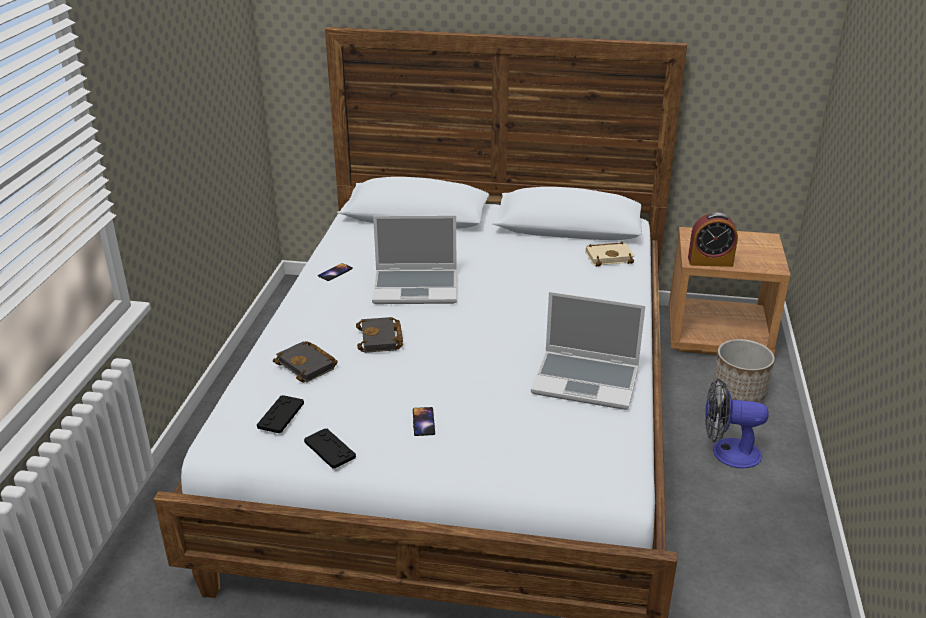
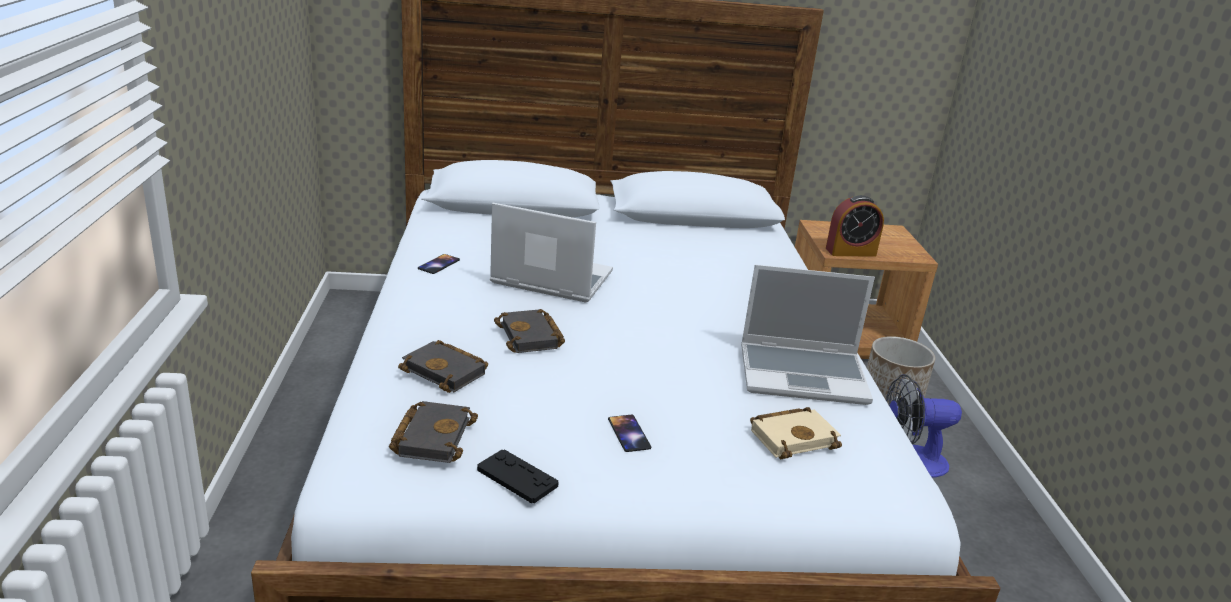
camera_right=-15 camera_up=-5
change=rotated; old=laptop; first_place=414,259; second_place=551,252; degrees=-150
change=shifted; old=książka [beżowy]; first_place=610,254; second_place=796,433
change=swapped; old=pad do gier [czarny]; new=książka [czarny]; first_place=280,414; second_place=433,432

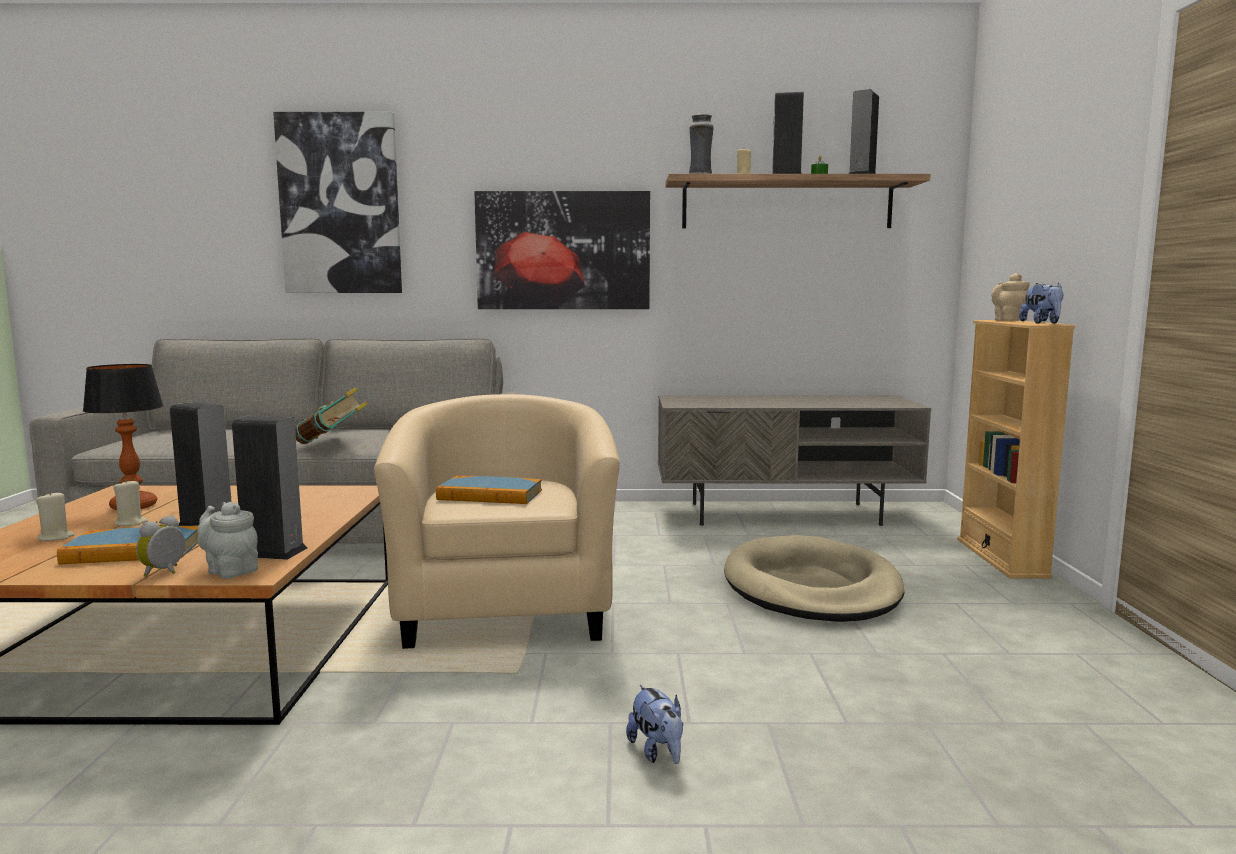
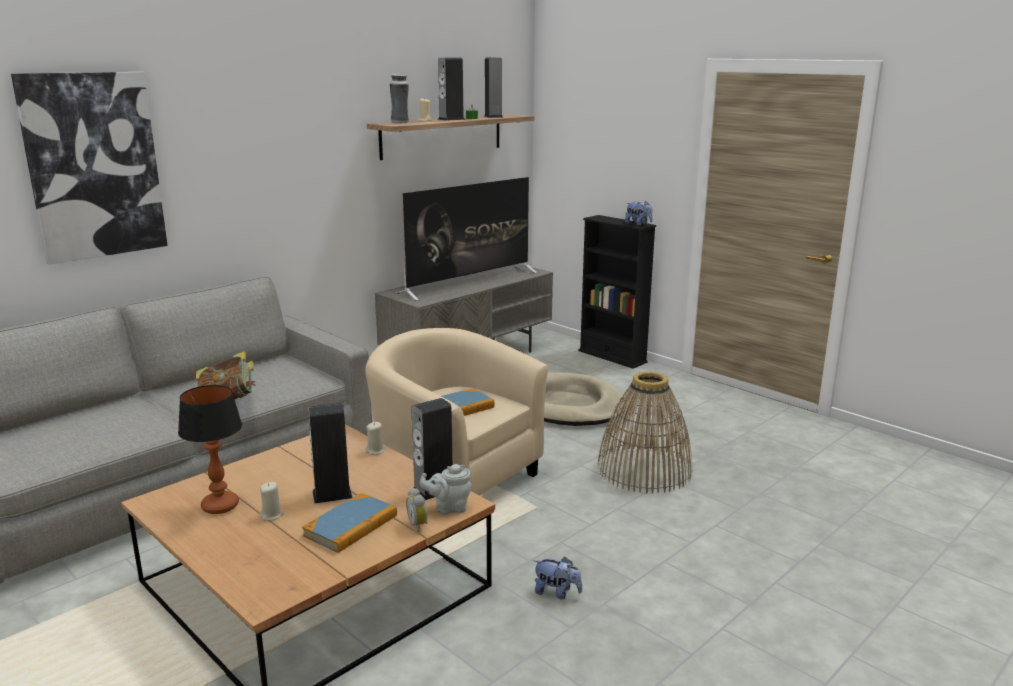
camera_right=-45 camera_up=10
change=gone; old=obraz; first_place=562,250
change=gone; old=imbryk [beżowy]; first_place=1010,297
change=repainted; old=regał [beżowy]; new=regał [czarny]; first_place=1016,449; second_place=617,292
change=shifted; old=świeca [beżowy]; first_place=55,516; second_place=376,438
change=shifted; old=pluszak; first_place=654,724; second_place=557,578
change=new; new=telewizor; second_place=466,239
change=new; new=koszyk; second_place=645,433

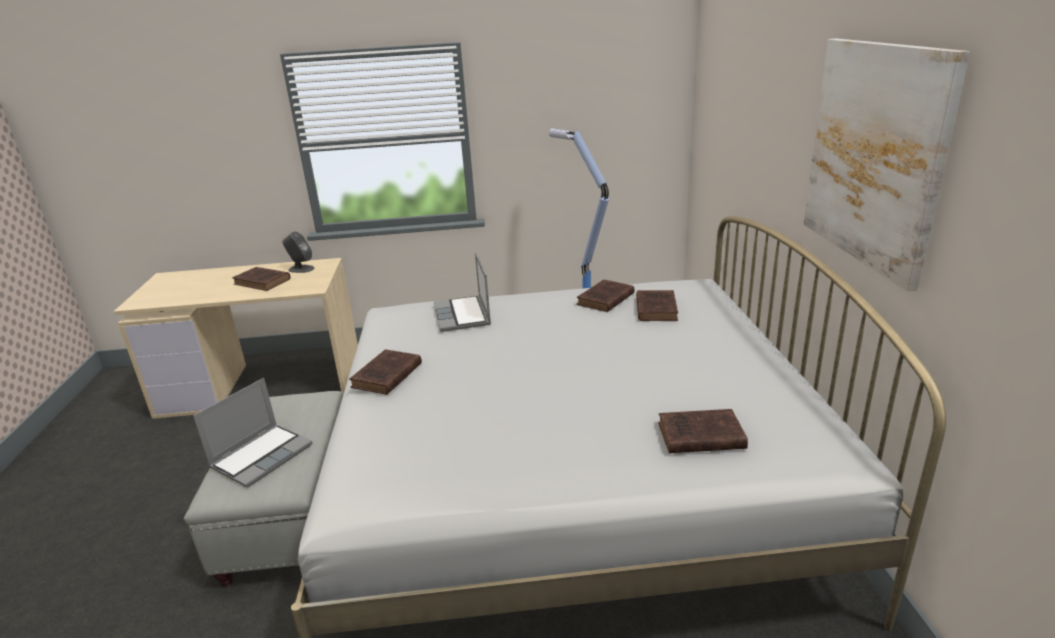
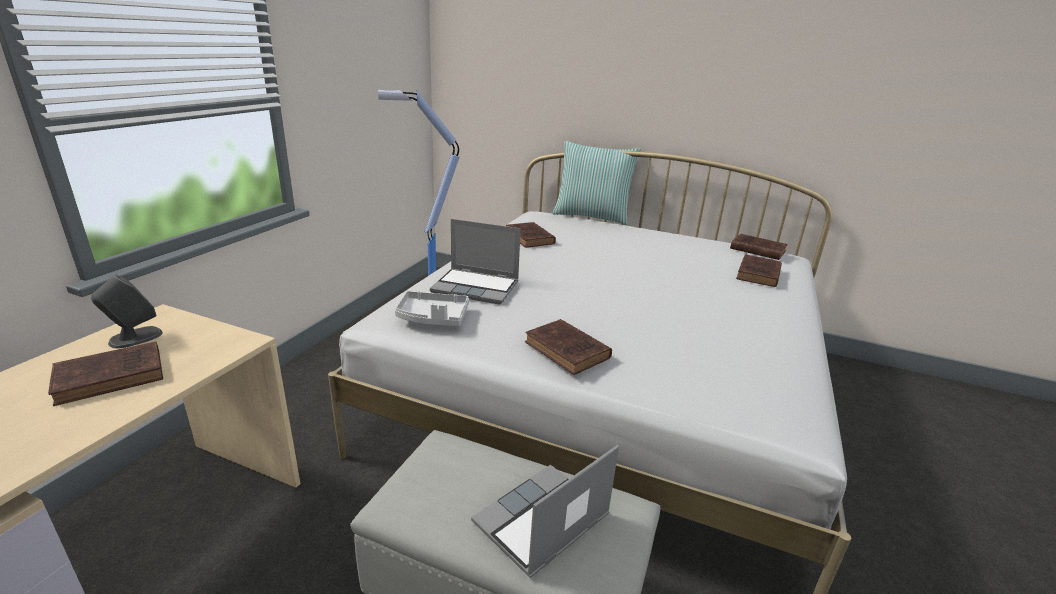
camera_right=-65 camera_up=0
change=gone; old=obraz; first_place=887,165
change=shifted; old=książka [brązowy]; first_place=657,305; second_place=759,247
change=rotated; old=laptop; first_place=253,432; second_place=545,511; degrees=-105
change=new; new=poduszka; second_place=596,183
change=new; new=taca [szary]; second_place=432,308

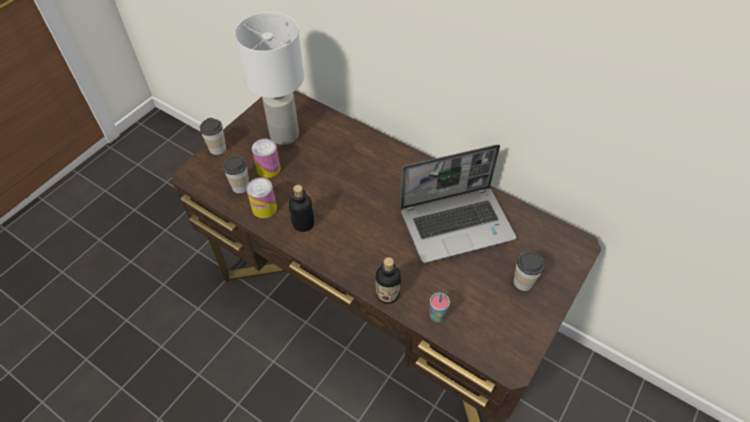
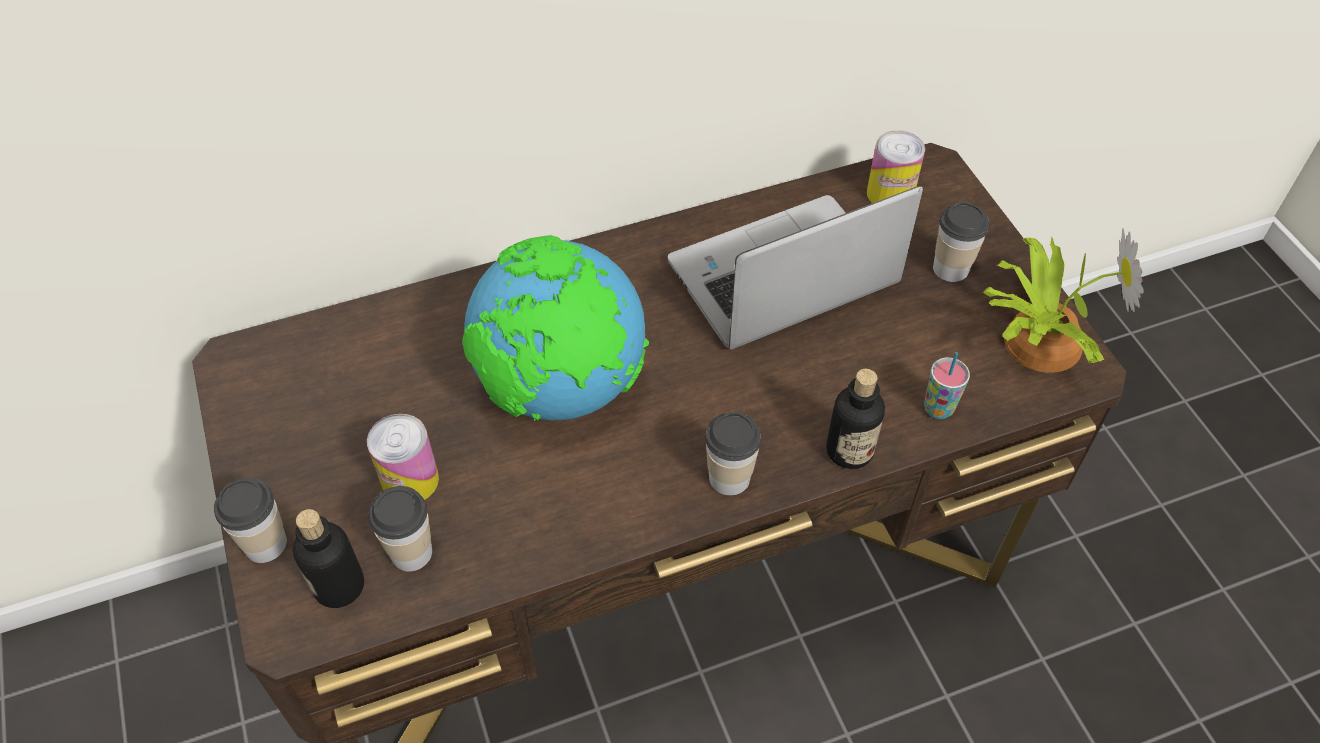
camera_right=-55 camera_up=0
change=gone; old=lampa stołowa [biały]; first_place=269,78
change=rotated; old=laptop; first_place=458,203; second_place=795,268; degrees=-135
change=shifted; old=puszka; first_place=261,198; second_place=896,166
change=shifted; old=butelka; first_place=301,208; second_place=328,558
change=new; new=roślina doniczkowa; second_place=1063,301
change=new; new=globus; second_place=555,328
change=new; new=filiżanka; second_place=733,454

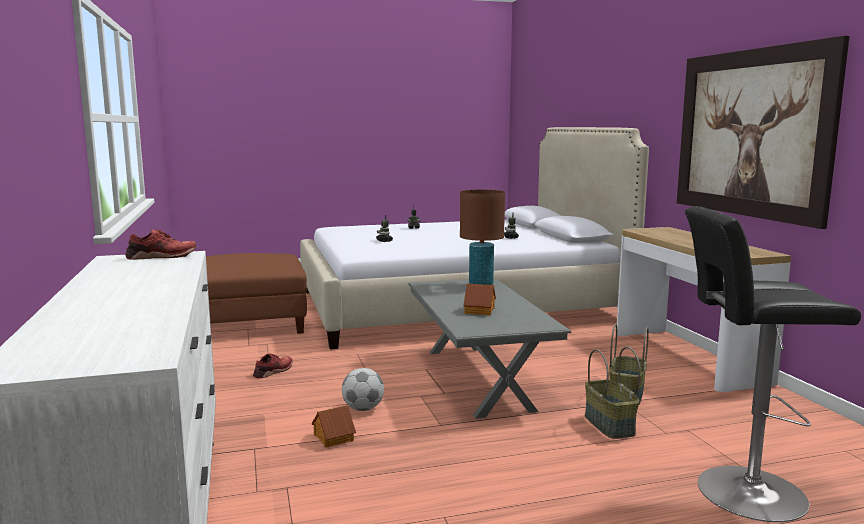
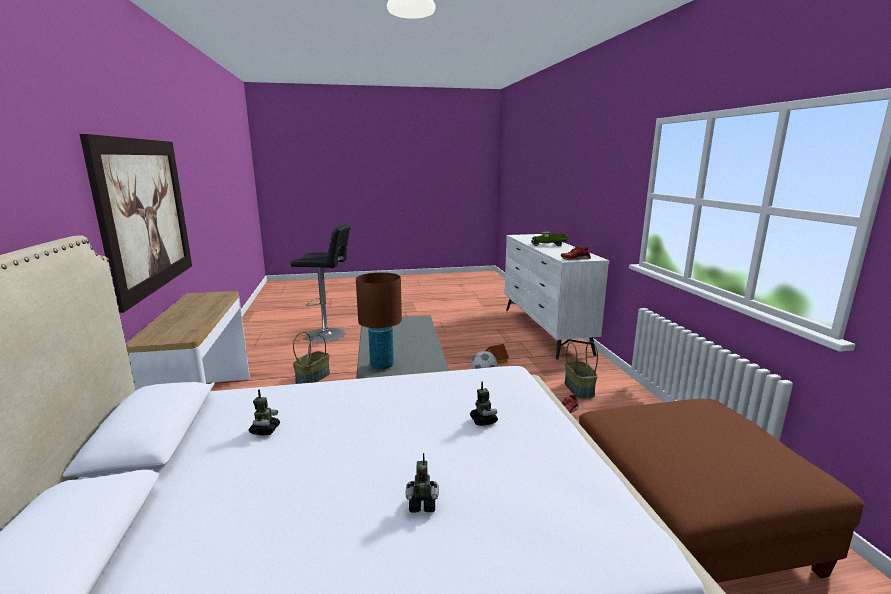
camera_right=-175 camera_up=5
change=gone; old=domek; first_place=479,299
change=shifted; old=koszyk; first_place=612,393; second_place=581,370
change=new; new=ciężarówka zabawkowa; second_place=549,238

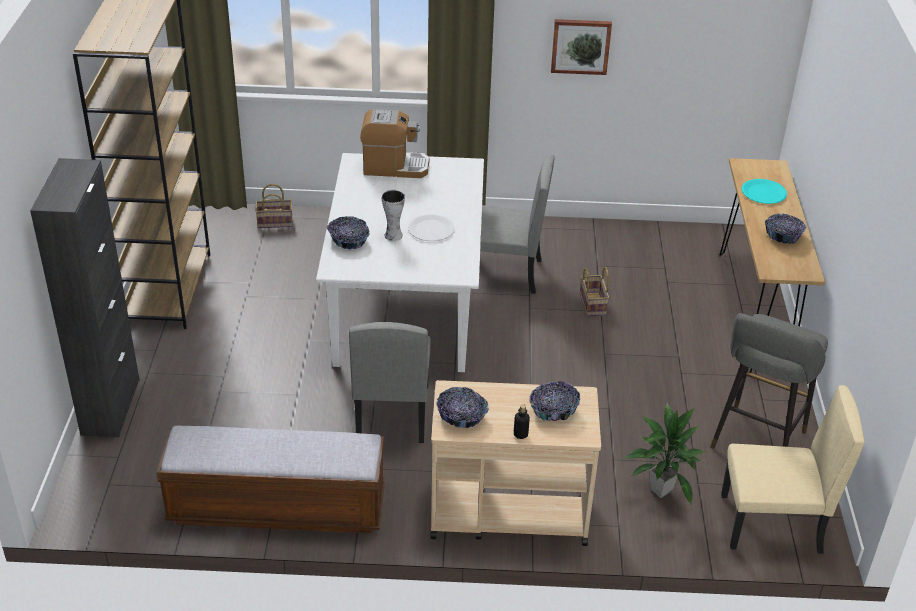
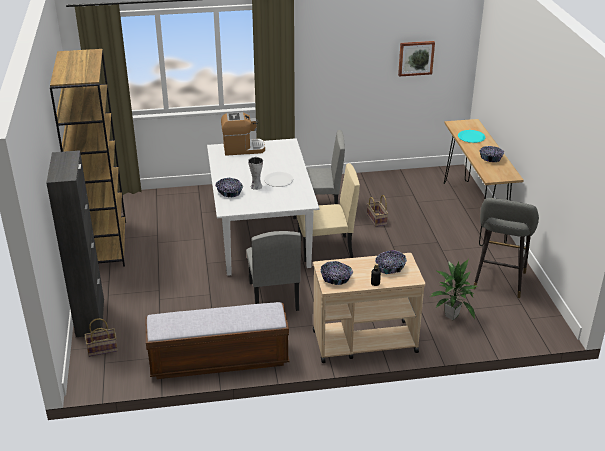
camera_right=-10 camera_up=-5
change=shifted; old=obraz; first_place=581,47; second_place=416,59
change=shifted; old=koszyk; first_place=273,206; second_place=101,337
change=shifted; old=krzesło [beżowy]; first_place=792,469; second_place=328,212

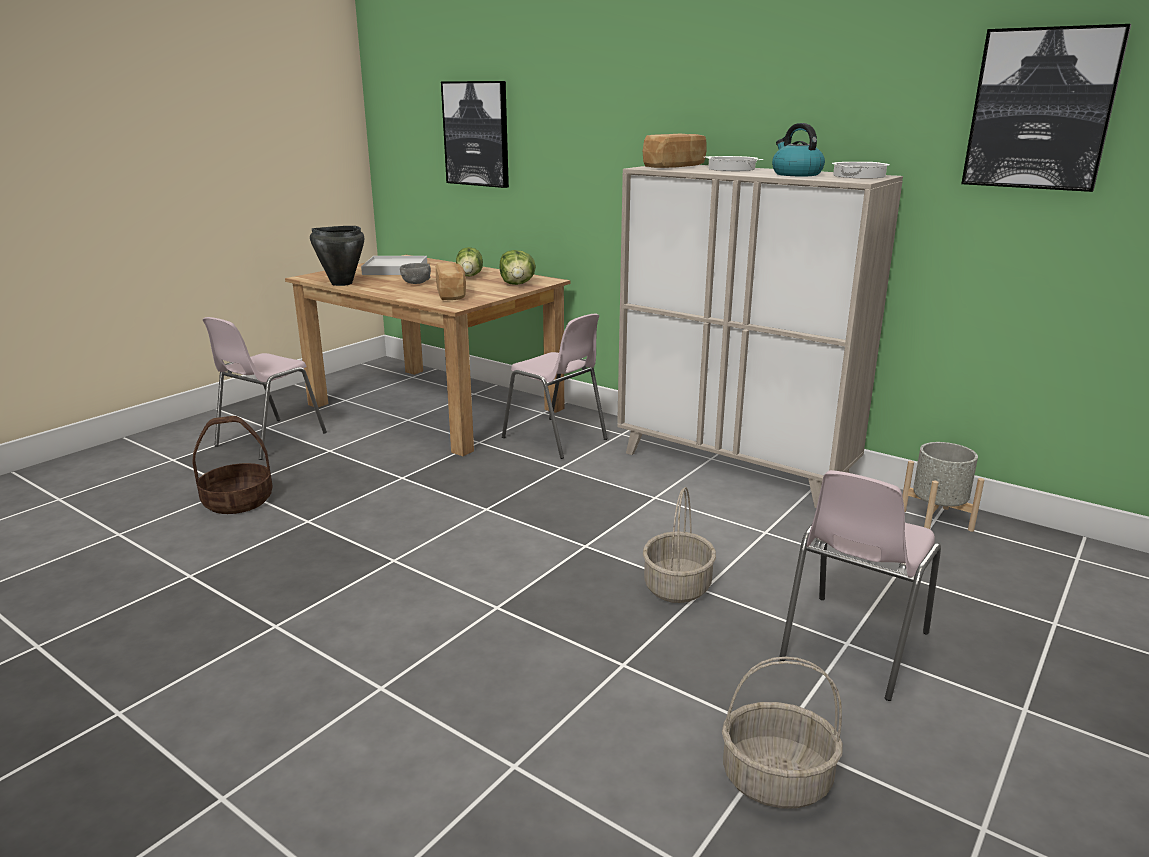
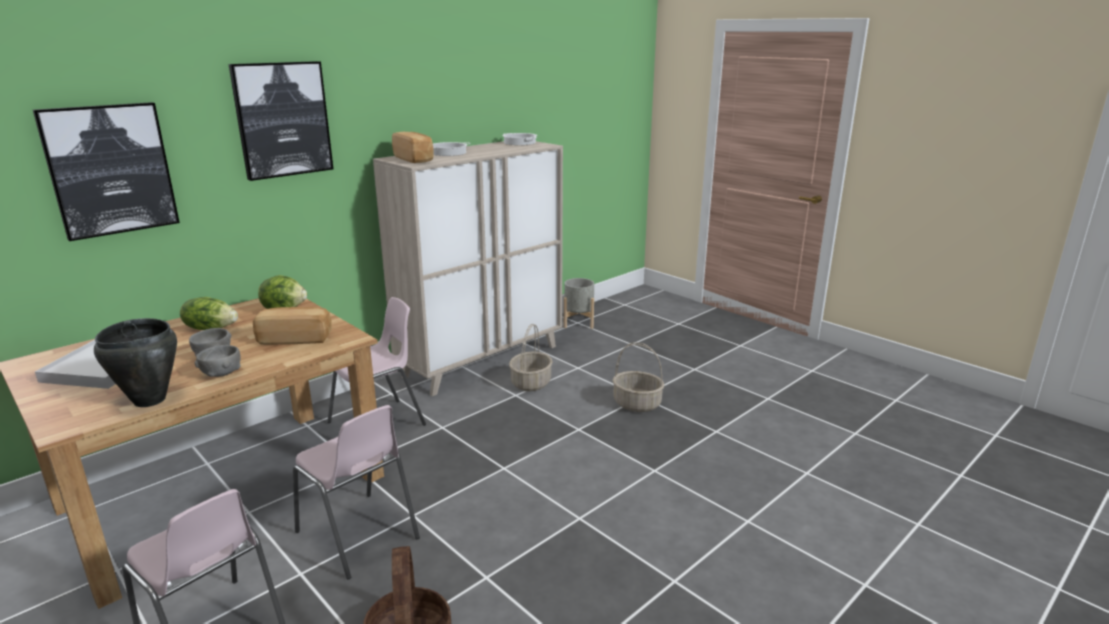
camera_right=-80 camera_up=0
change=shifted; old=obraz; first_place=1046,108; second_place=280,121
change=gone; old=czajnik; first_place=798,149
change=shifted; old=krzesło [różowy]; first_place=860,585; second_place=356,492
change=shifted; old=koszyk; first_place=782,732; second_place=531,357
change=new; new=miska [szary]; second_place=218,361

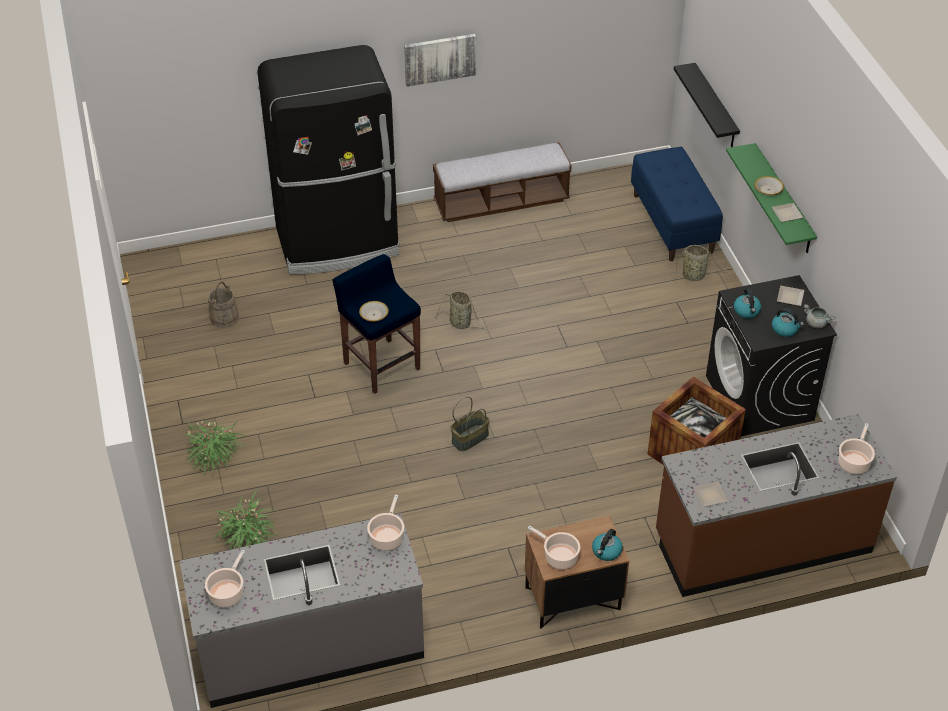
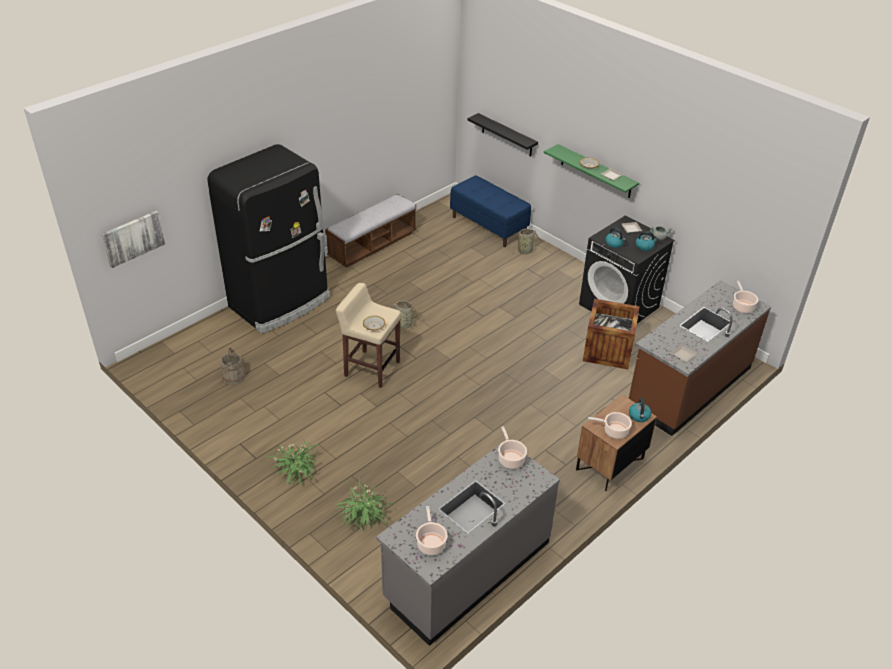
camera_right=-30 camera_up=-5
change=shifted; old=obraz; first_place=440,60; second_place=133,239
change=repainted; old=stołek [niebieski]; new=stołek [beżowy]; first_place=376,324; second_place=368,335
change=gone; old=koszyk; first_place=470,424

